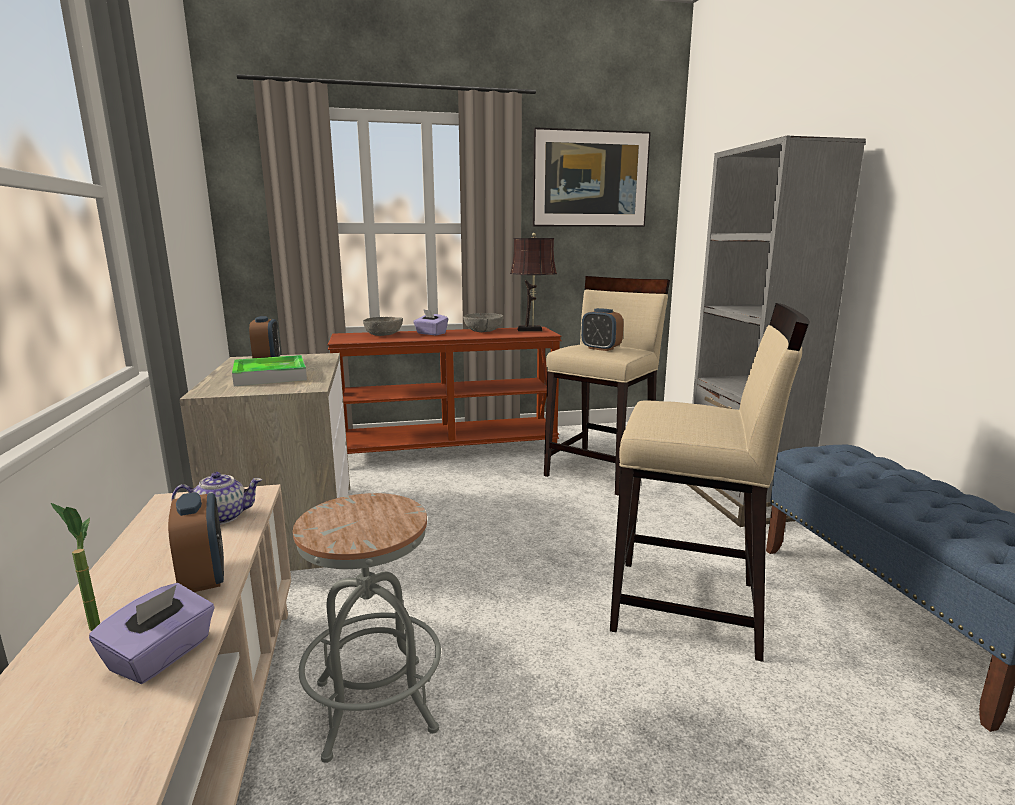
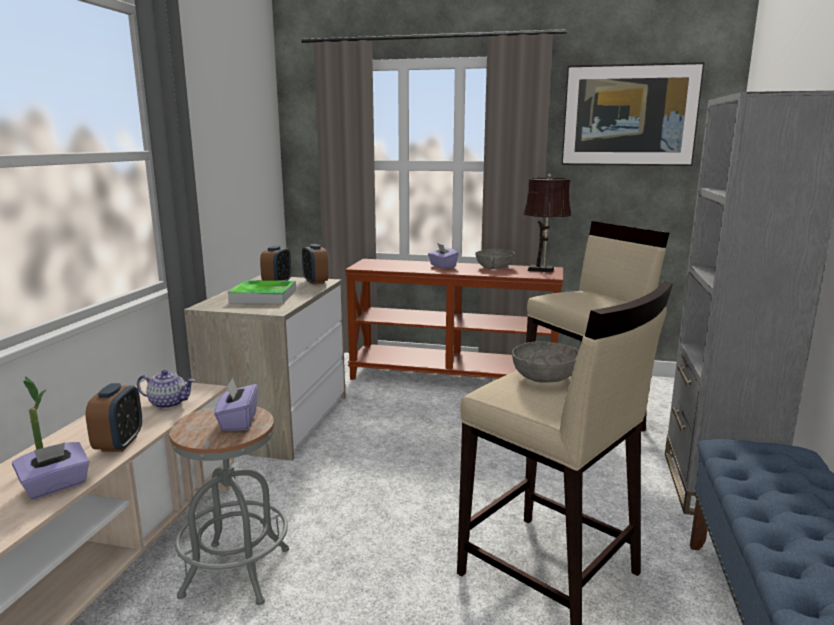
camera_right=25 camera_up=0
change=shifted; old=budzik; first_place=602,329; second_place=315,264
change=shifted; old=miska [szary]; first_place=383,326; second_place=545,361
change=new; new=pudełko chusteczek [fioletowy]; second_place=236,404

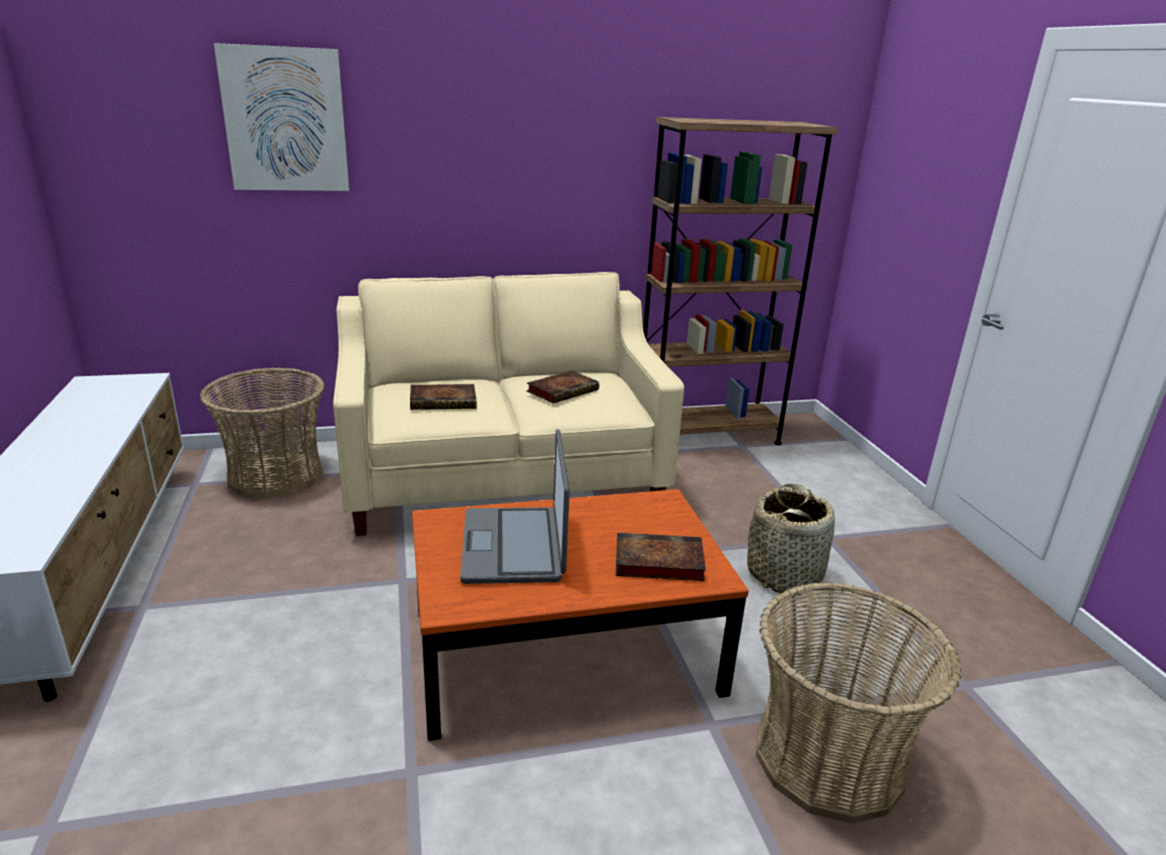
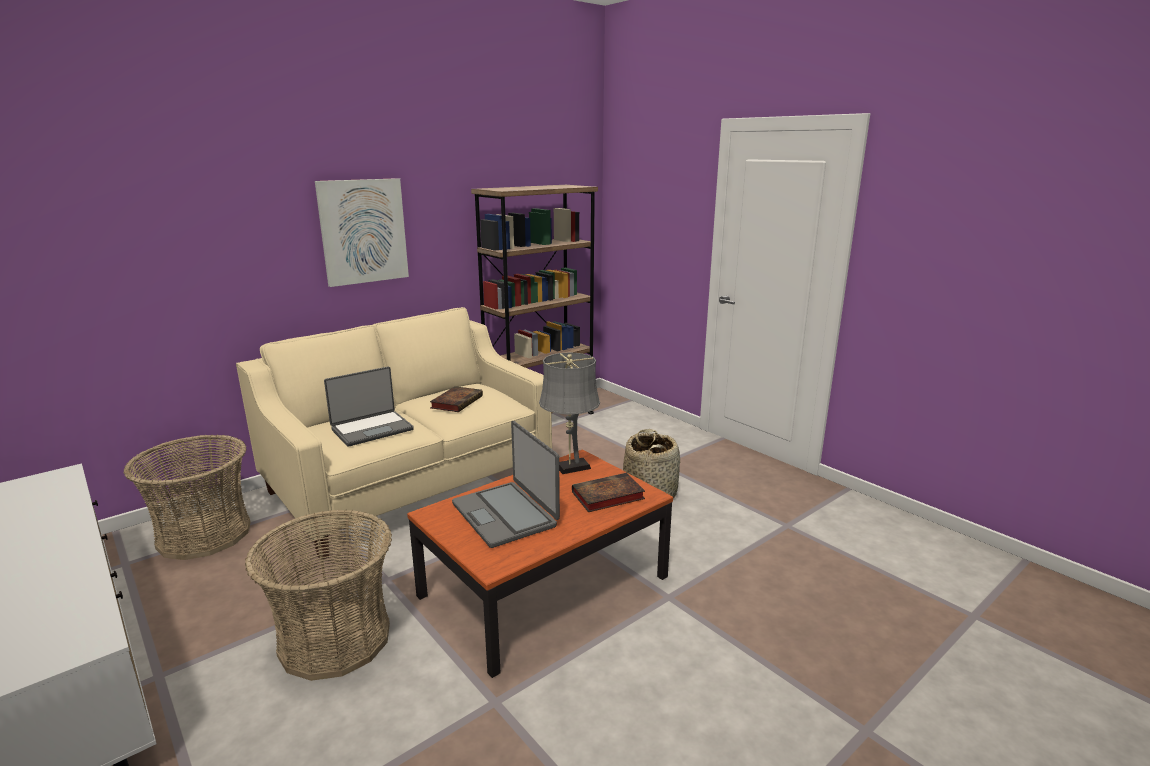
camera_right=-25 camera_up=-5
change=shifted; old=obraz; first_place=281,117; second_place=362,232
change=swapped; old=książka; new=laptop; first_place=443,397; second_place=369,407
change=shifted; old=koszyk; first_place=858,702; second_place=318,595
change=new; new=lampa stołowa [szary]; second_place=569,413

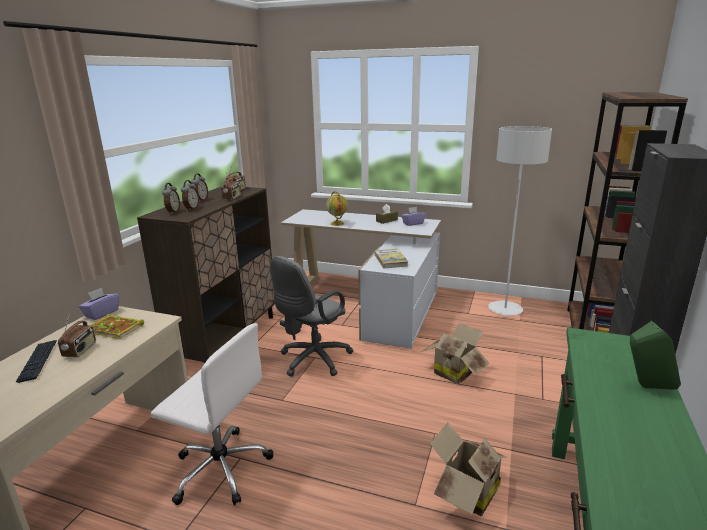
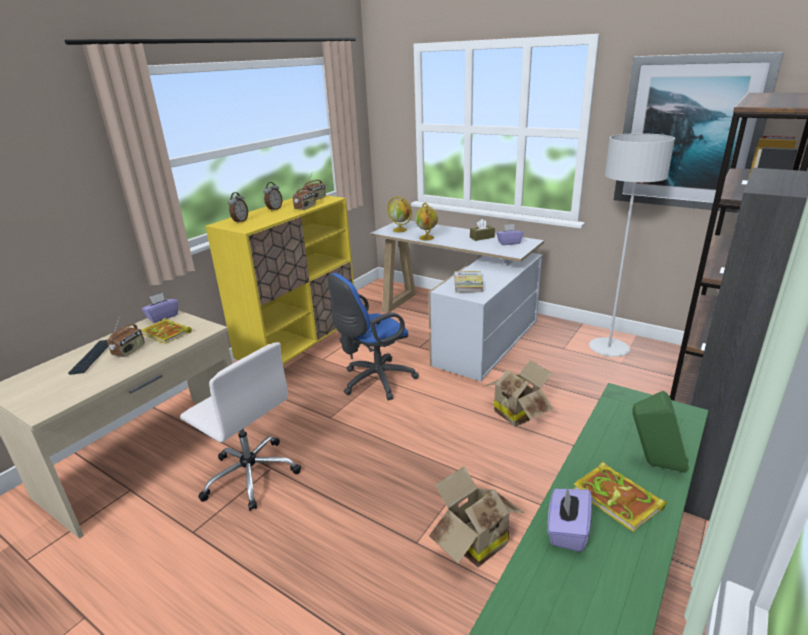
camera_right=15 camera_up=5
change=gone; old=budzik; first_place=190,195
change=repainted; old=szafka [brązowy]; new=szafka [żółty]; first_place=206,275; second_place=279,279
change=repainted; old=krzesło biurowe [szary]; new=krzesło biurowe [niebieski]; first_place=311,316; second_place=373,336
change=new; new=obraz; second_place=699,132
change=new; new=globus; second_place=399,214
change=new; new=książka; second_place=620,497
change=new; new=pudełko chusteczek [fioletowy]; second_place=570,519

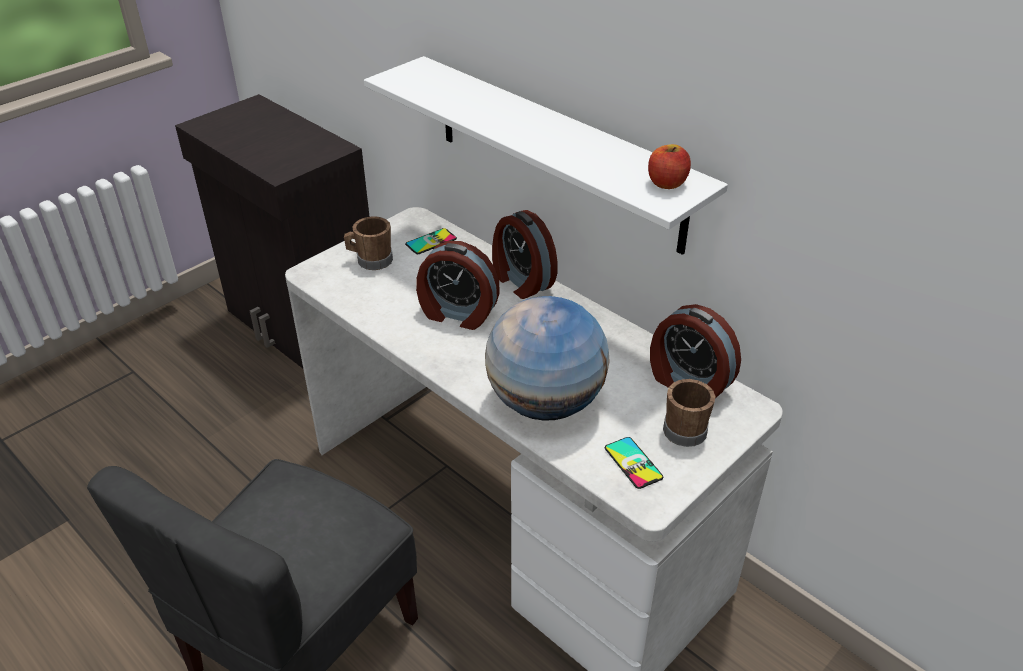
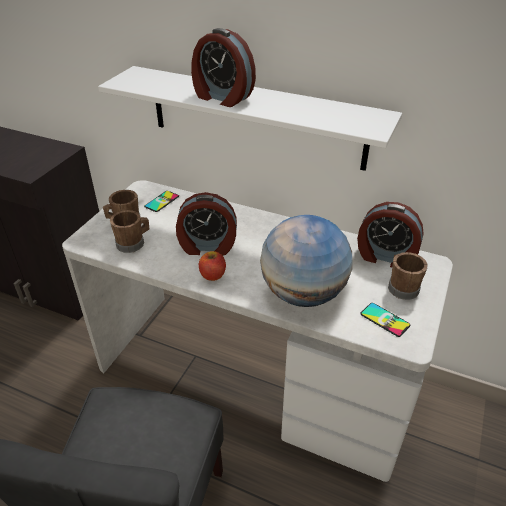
camera_right=-20 camera_up=0
change=shifted; old=jabłko; first_place=669,166; second_place=212,266
change=shifted; old=budzik; first_place=525,254; second_place=223,67
change=new; new=kubek [brązowy]; second_place=129,231

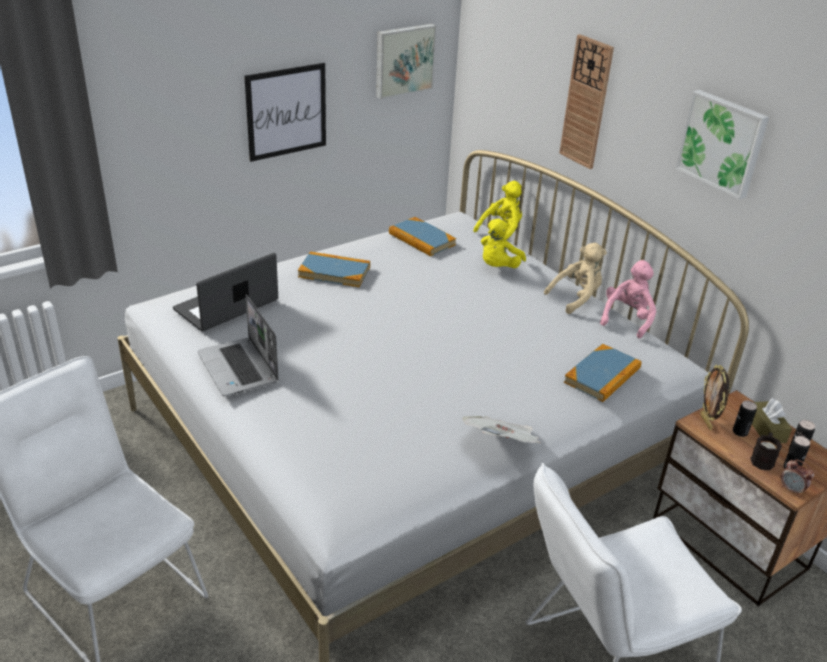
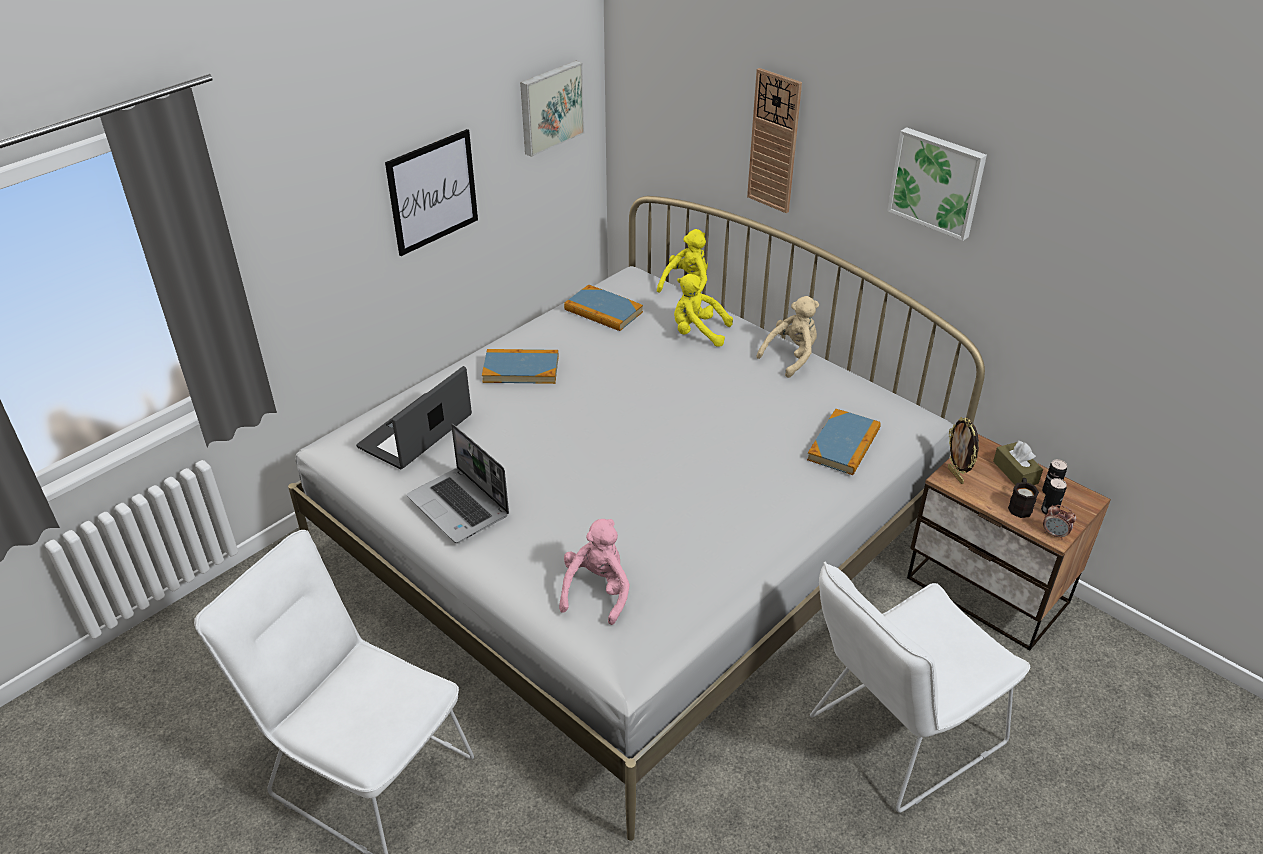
camera_right=-10 camera_up=5
change=rotated; old=pluszak [żółty]; first_place=503,243; second_place=703,310; degrees=90
change=shifted; old=pluszak [różowy]; first_place=628,299; second_place=594,572
change=gone; old=puszka; first_place=745,419
change=gone; old=gazeta; first_place=501,429

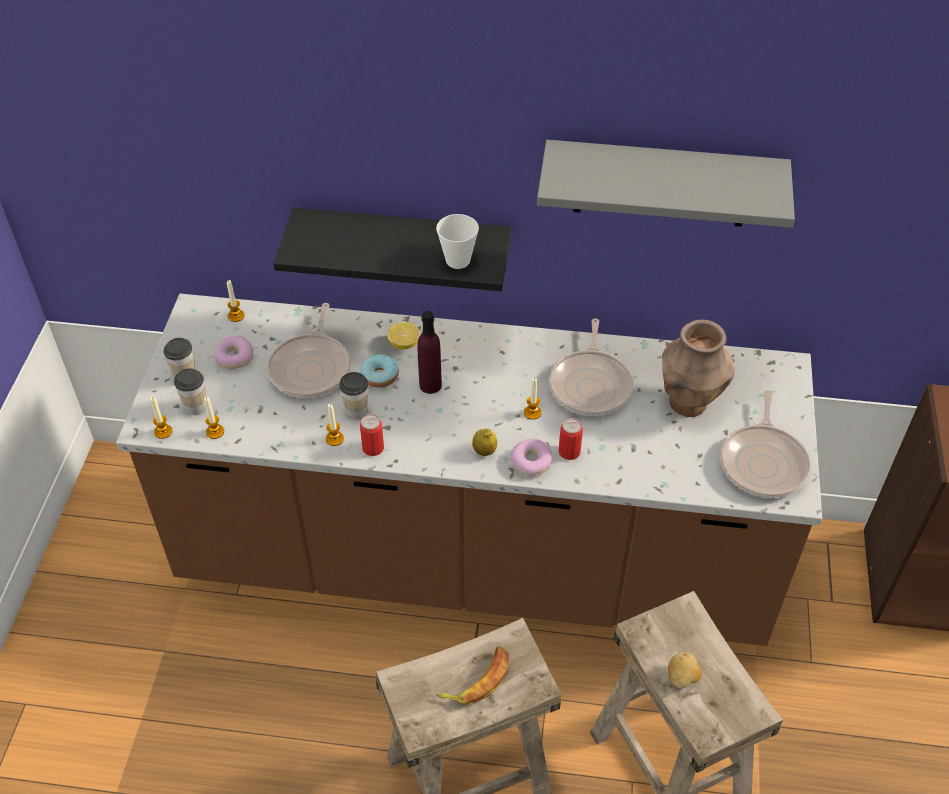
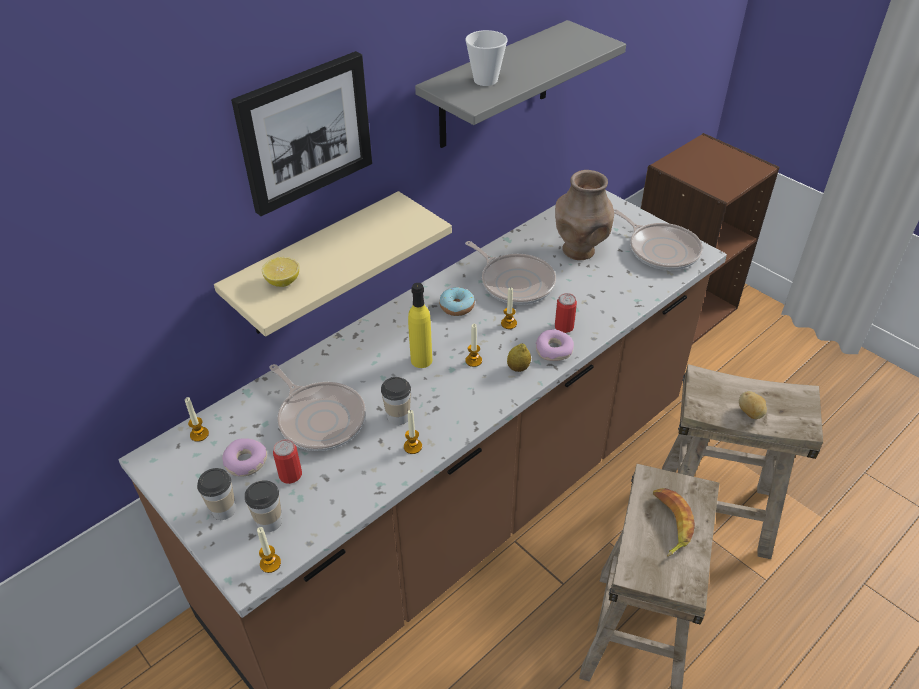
camera_right=-50 camera_up=-5
change=repainted; old=półka [czarny]; new=półka [beżowy]; first_place=392,249; second_place=333,264
change=shifted; old=filiżanka; first_place=457,241; second_place=486,58
change=repainted; old=butelka [fioletowy]; new=butelka [żółty]; first_place=430,352; second_place=420,325
change=shifted; old=cytryna; first_place=403,335; second_place=280,272
change=shifted; old=donut; first_place=379,371; second_place=457,301
change=shifted; old=świeca; first_place=214,417; second_place=473,345
change=shifted; old=puszka; first_place=372,435; second_place=287,461
change=new; new=obraz; second_place=301,133

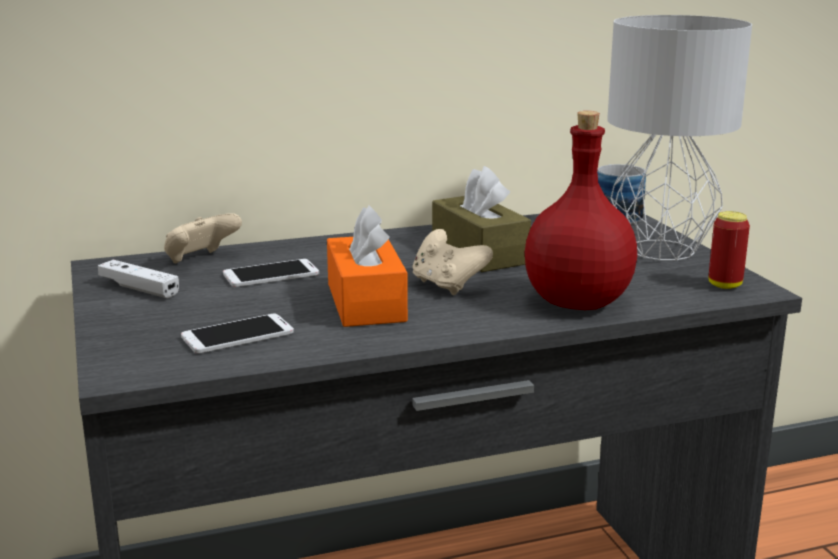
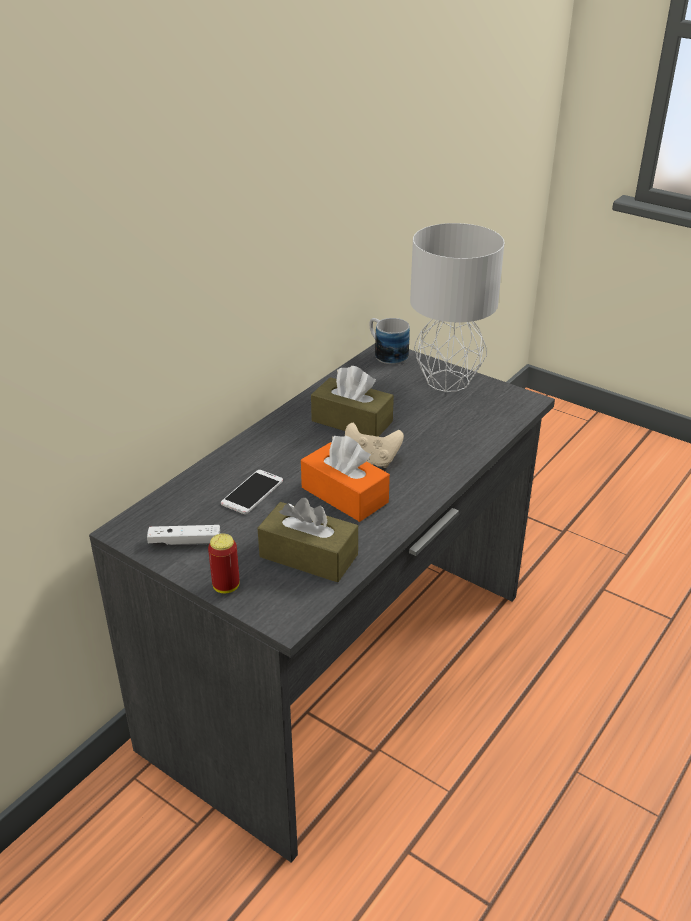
camera_right=-35 camera_up=15
change=gone; old=butelka [czerwony]; first_place=581,210
change=shifted; old=puszka; first_place=729,250; second_place=224,563
change=gone; old=pad do gier [beżowy]; first_place=203,238
change=swapped; old=telefon; new=pudełko chusteczek [brązowy]; first_place=237,333; second_place=308,540

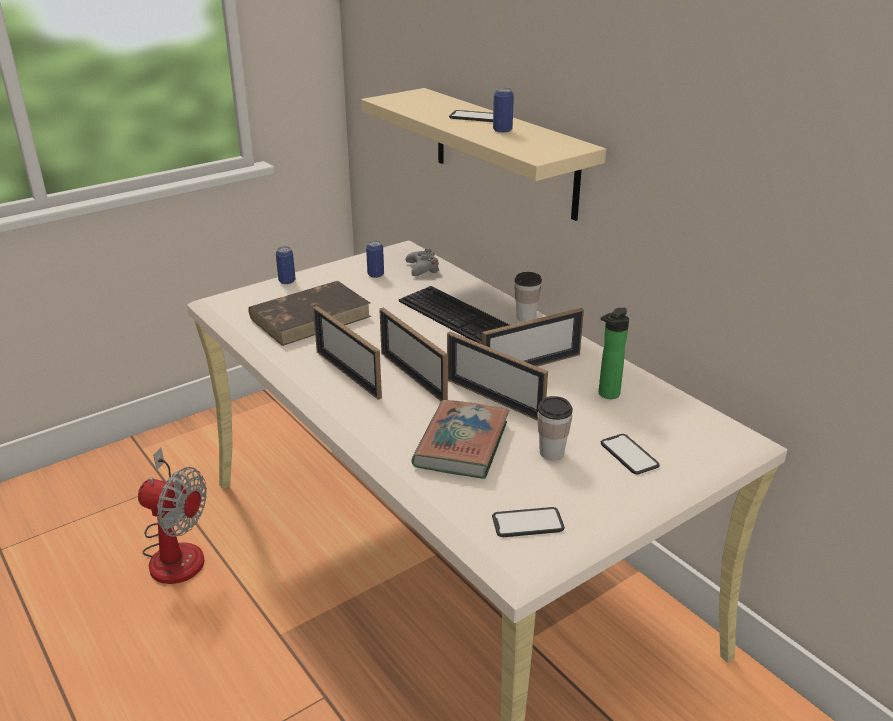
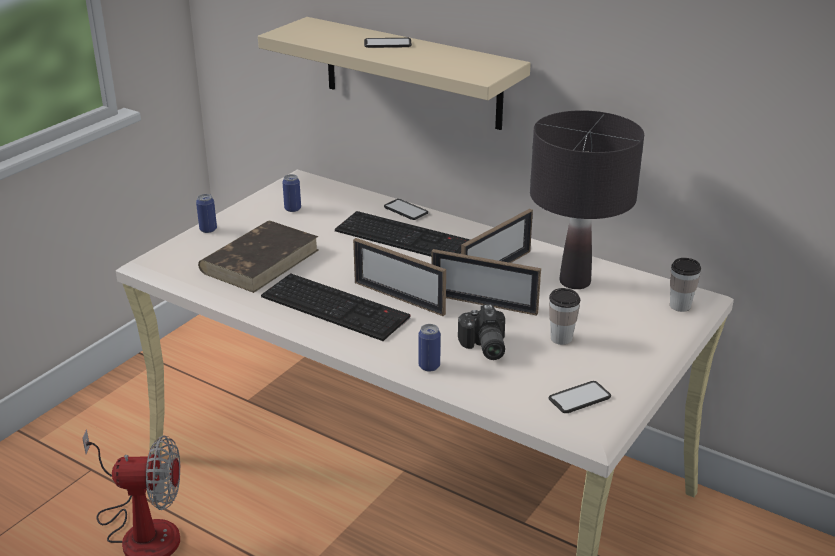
camera_right=-20 camera_up=0
change=shifted; old=puszka; first_place=503,110; second_place=430,348
change=gone; old=pad do gier [szary]; first_place=422,261
change=shifted; old=filiżanka; first_place=528,297; second_place=685,285
change=swapped; old=ramka na zdjęcie; new=klawiatura; first_place=347,353; second_place=335,307
change=swapped; old=butelka; new=lampa stołowa [czarny]; first_place=614,353; second_place=587,199
change=swapped; old=książka; new=aparat fotograficzny; first_place=460,439; second_place=481,332
change=shifted; old=telefon; first_place=630,454; second_place=406,209

